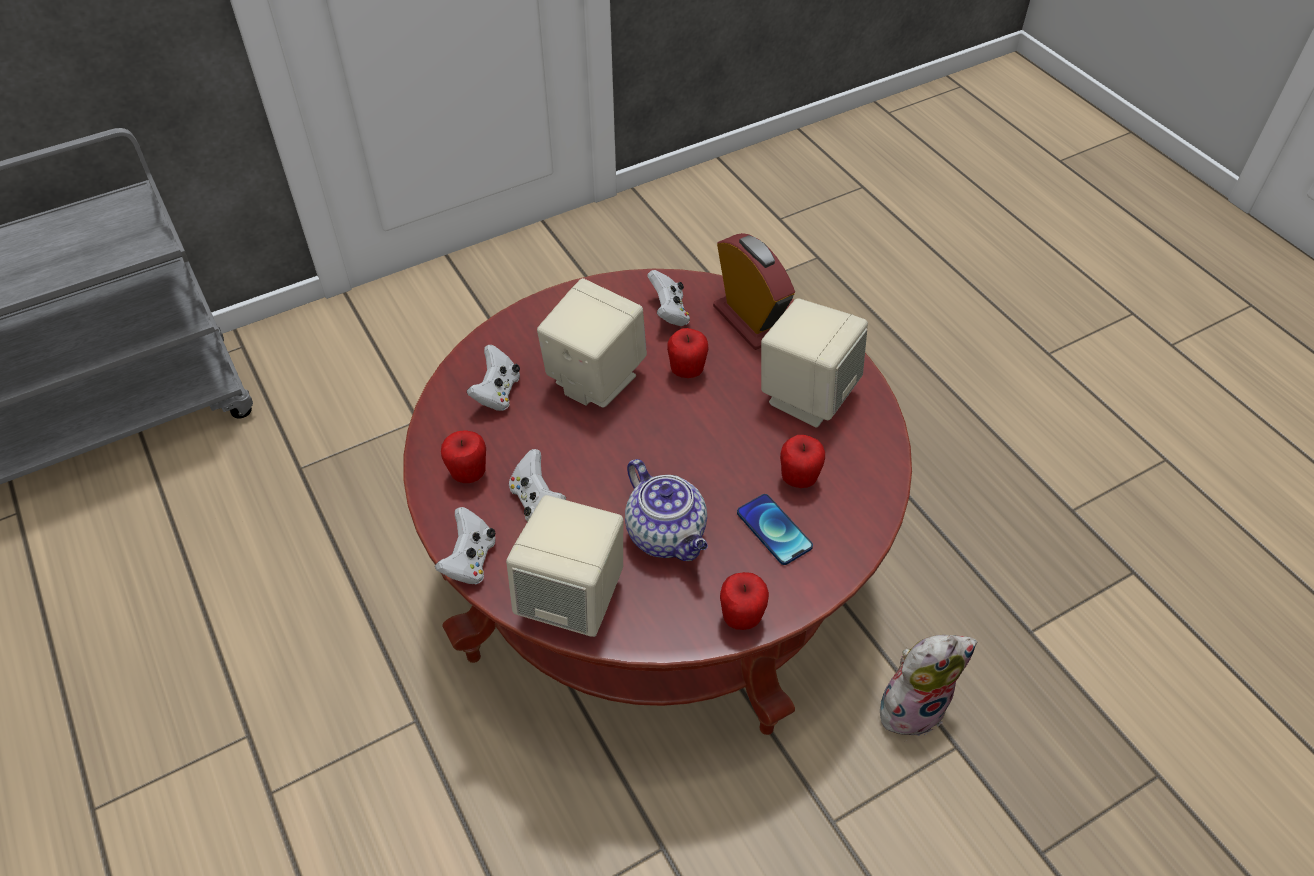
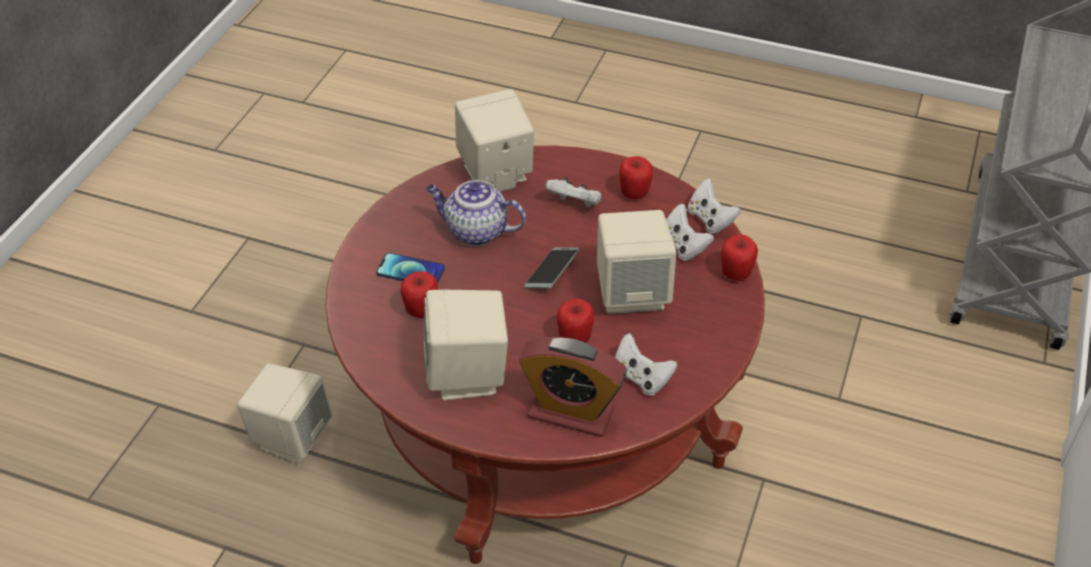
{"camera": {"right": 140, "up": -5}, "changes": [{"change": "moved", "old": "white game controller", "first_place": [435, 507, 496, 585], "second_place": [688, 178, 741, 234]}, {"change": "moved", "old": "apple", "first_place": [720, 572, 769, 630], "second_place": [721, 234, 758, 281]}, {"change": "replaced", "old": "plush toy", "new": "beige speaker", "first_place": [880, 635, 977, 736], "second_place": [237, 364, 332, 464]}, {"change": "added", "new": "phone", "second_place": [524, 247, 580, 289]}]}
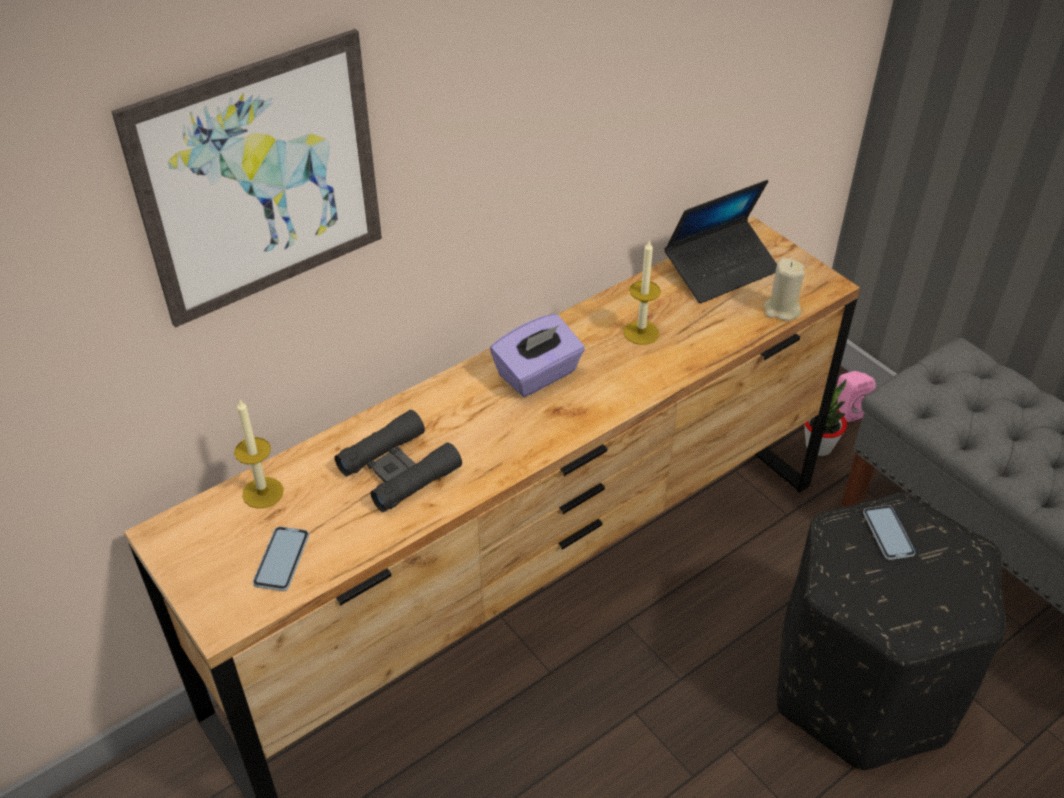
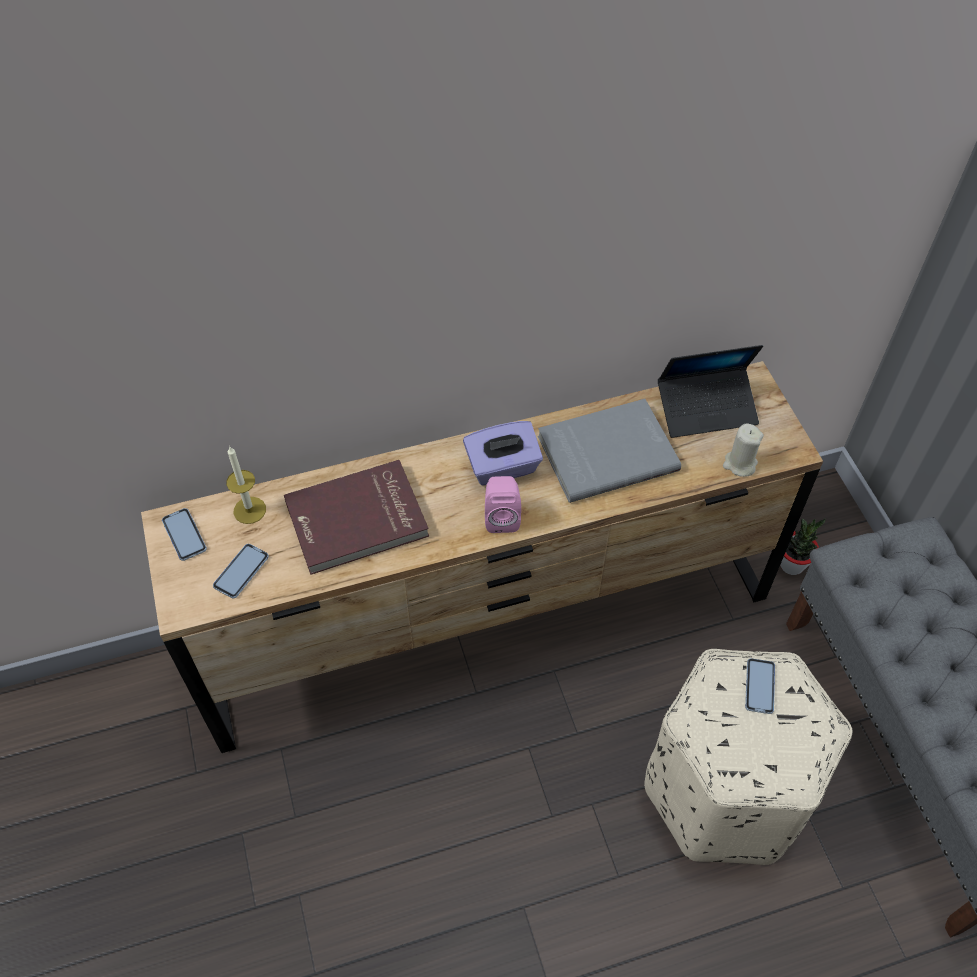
{"camera": {"right": 20, "up": 10}, "changes": [{"change": "removed", "old": "picture", "first_place": [111, 29, 382, 328]}, {"change": "replaced", "old": "black binoculars", "new": "red book", "first_place": [335, 410, 462, 512], "second_place": [284, 460, 429, 575]}, {"change": "replaced", "old": "candle", "new": "grey book", "first_place": [623, 239, 661, 345], "second_place": [538, 399, 681, 503]}, {"change": "recoloured", "old": "black ottoman", "new": "beige ottoman", "first_place": [777, 493, 1006, 770], "second_place": [644, 649, 852, 865]}, {"change": "moved", "old": "pink speaker", "first_place": [837, 371, 876, 422], "second_place": [485, 476, 521, 533]}, {"change": "added", "new": "phone", "second_place": [162, 508, 207, 561]}]}
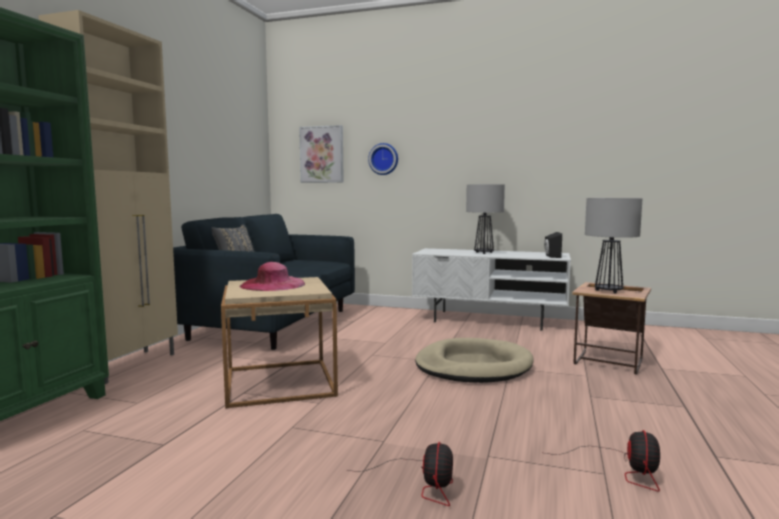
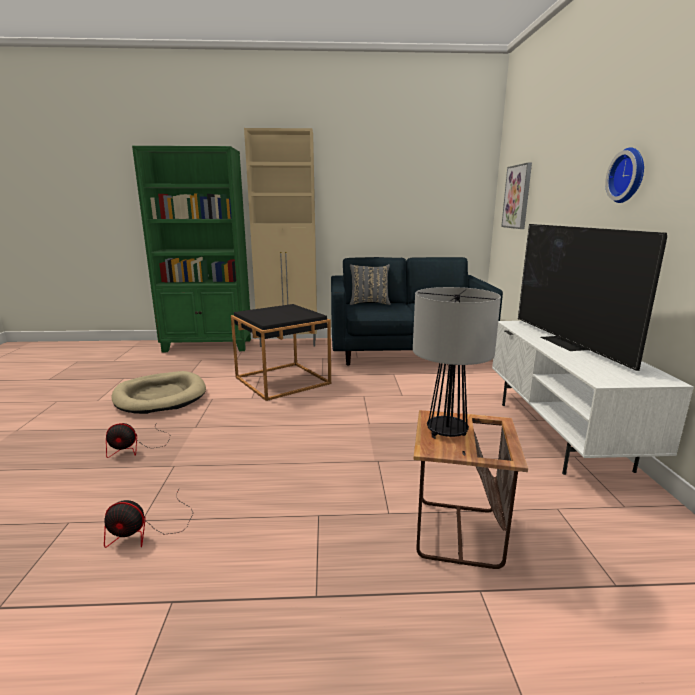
{"camera": {"right": 70, "up": 10}, "changes": [{"change": "recoloured", "old": "beige side table", "new": "black side table", "first_place": [221, 277, 338, 408], "second_place": [231, 304, 331, 401]}, {"change": "removed", "old": "pink hat", "first_place": [240, 262, 305, 291]}, {"change": "moved", "old": "wall clock", "first_place": [368, 143, 398, 175], "second_place": [605, 147, 644, 203]}, {"change": "moved", "old": "beige dog bed", "first_place": [415, 338, 533, 383], "second_place": [111, 371, 206, 414]}, {"change": "replaced", "old": "table lamp", "new": "television", "first_place": [466, 184, 505, 254], "second_place": [518, 224, 667, 371]}, {"change": "removed", "old": "black speaker", "first_place": [544, 232, 562, 258]}]}
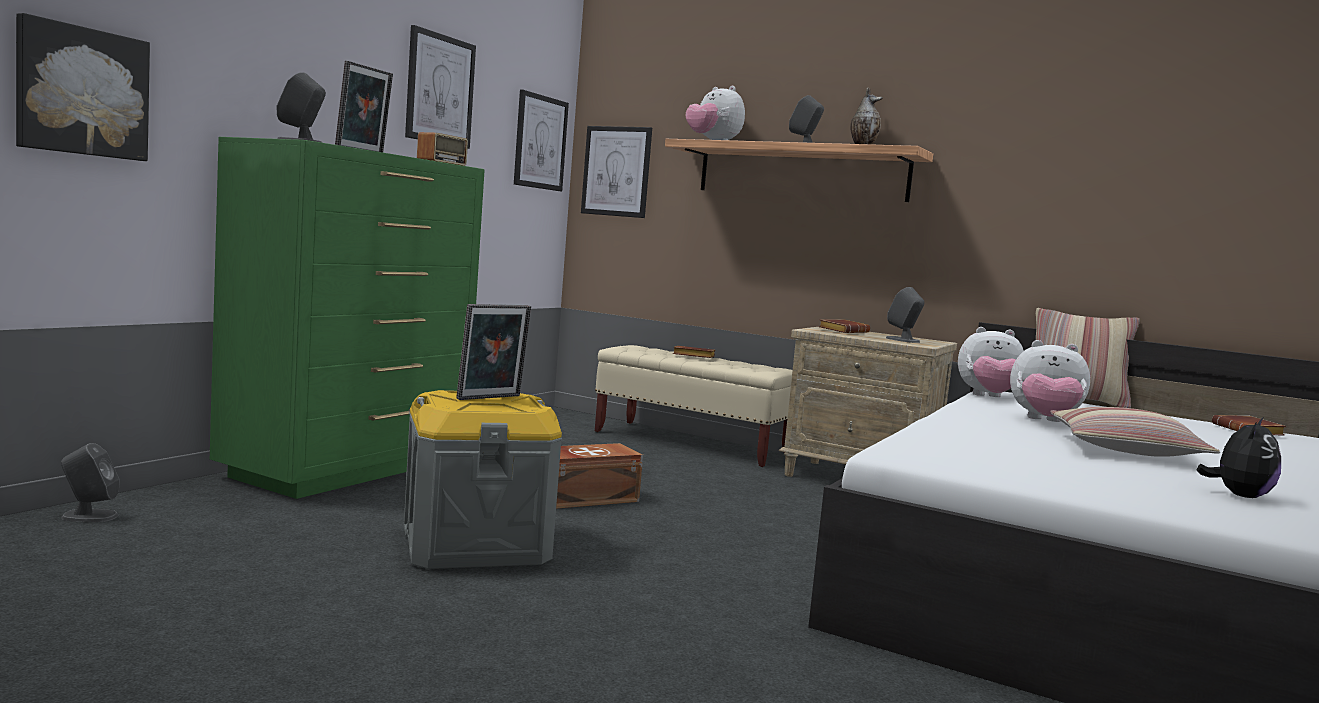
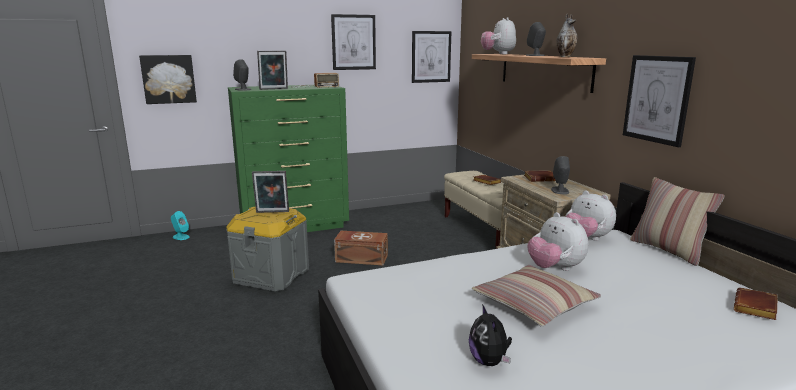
{"camera": {"right": 40, "up": 10}, "changes": [{"change": "recoloured", "old": "grey speaker", "new": "turquoise speaker", "first_place": [61, 443, 119, 522], "second_place": [171, 211, 190, 240]}, {"change": "moved", "old": "picture", "first_place": [581, 126, 652, 218], "second_place": [623, 55, 696, 147]}, {"change": "turned", "old": "plush toy", "first_place": [1197, 418, 1281, 498], "second_place": [469, 304, 512, 366], "degrees": 90}]}
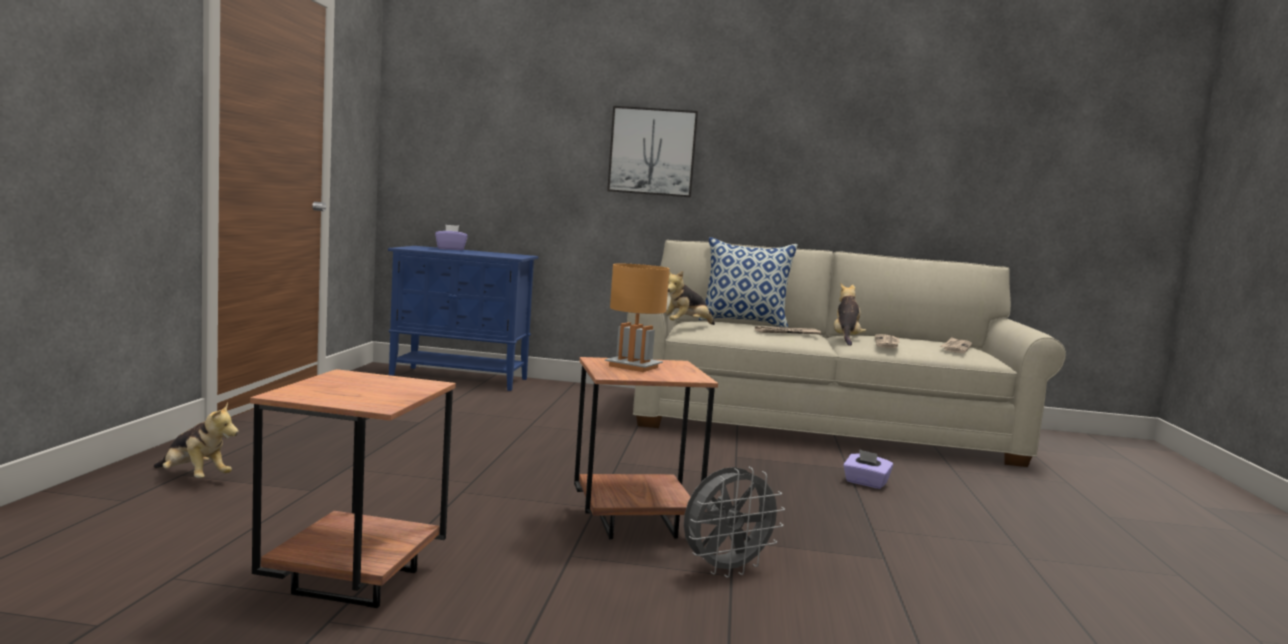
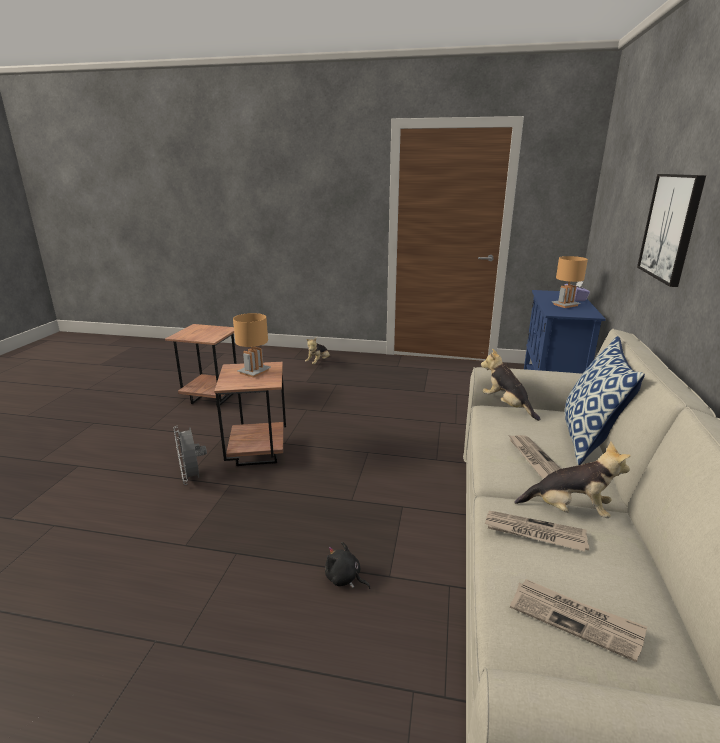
{"camera": {"right": 95, "up": 15}, "changes": [{"change": "replaced", "old": "purple tissue box", "new": "black plush toy", "first_place": [843, 449, 893, 489], "second_place": [325, 542, 370, 589]}, {"change": "added", "new": "brown table lamp", "second_place": [552, 256, 588, 308]}]}
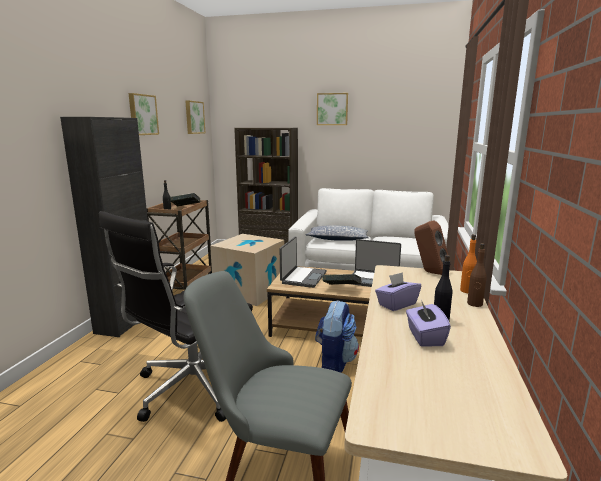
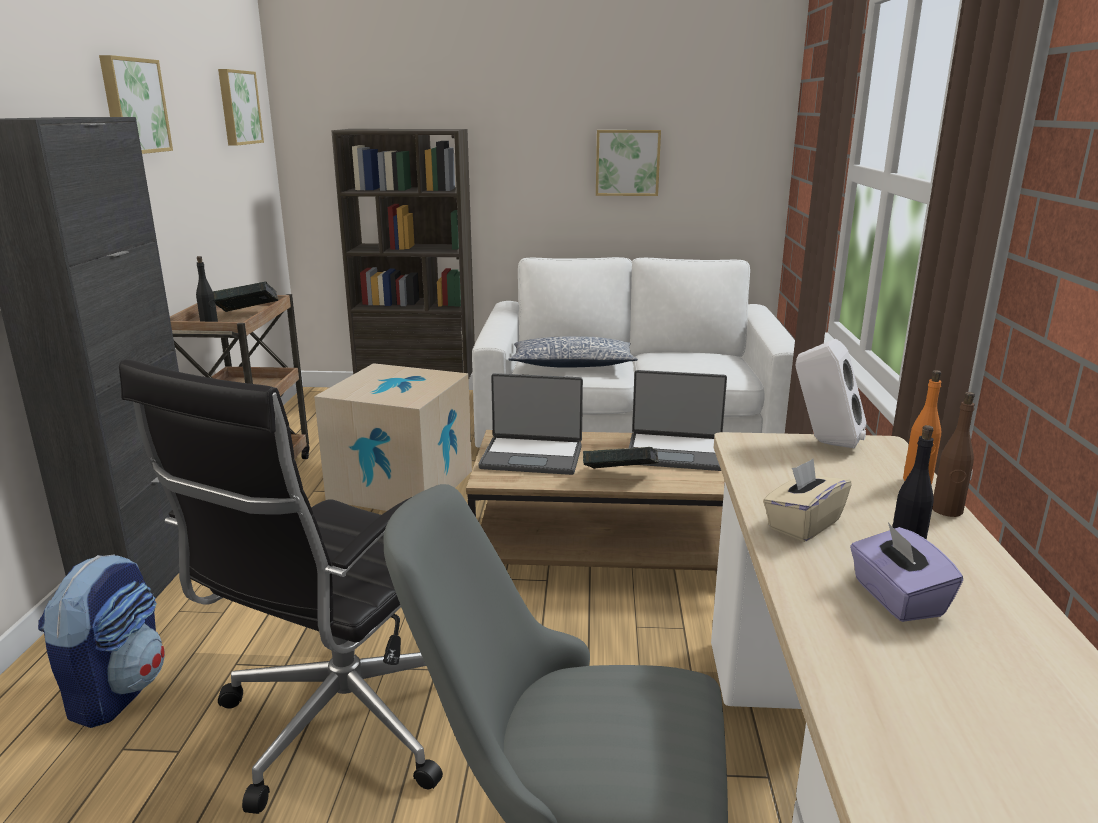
{"camera": {"right": -10, "up": 5}, "changes": [{"change": "turned", "old": "laptop", "first_place": [280, 236, 327, 288], "second_place": [478, 373, 583, 475], "degrees": 90}, {"change": "moved", "old": "backpack", "first_place": [315, 300, 359, 373], "second_place": [38, 555, 165, 728]}, {"change": "moved", "old": "picture", "first_place": [317, 93, 348, 125], "second_place": [596, 130, 661, 196]}, {"change": "recoloured", "old": "purple tissue box", "new": "beige tissue box", "first_place": [375, 272, 421, 311], "second_place": [763, 459, 852, 542]}, {"change": "recoloured", "old": "brown speaker", "new": "white speaker", "first_place": [414, 221, 450, 275], "second_place": [796, 339, 866, 448]}]}
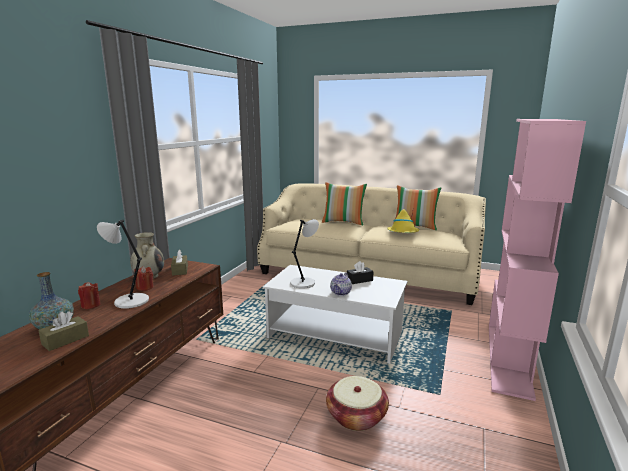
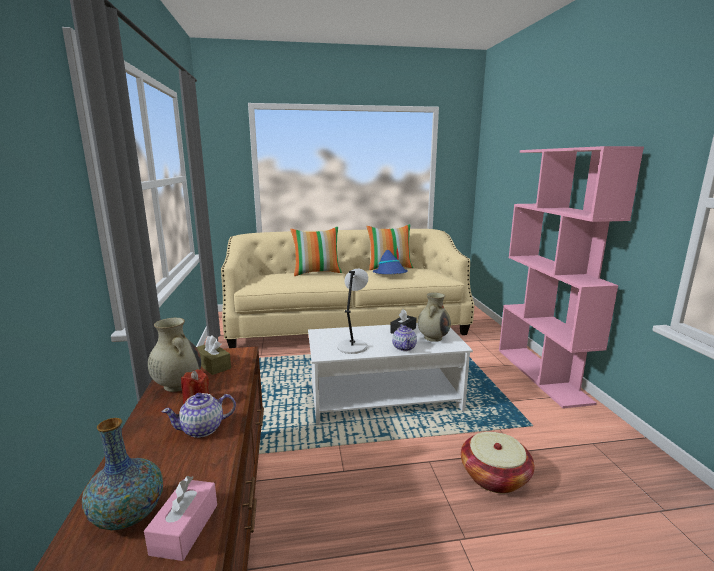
{"camera": {"right": -30, "up": 0}, "changes": [{"change": "recoloured", "old": "brown tissue box", "new": "pink tissue box", "first_place": [38, 311, 89, 351], "second_place": [144, 476, 217, 561]}, {"change": "removed", "old": "red candle", "first_place": [78, 282, 100, 309]}, {"change": "replaced", "old": "grey table lamp", "new": "teapot", "first_place": [97, 220, 149, 309], "second_place": [162, 393, 236, 438]}, {"change": "recoloured", "old": "yellow hat", "new": "blue hat", "first_place": [387, 207, 419, 233], "second_place": [373, 248, 408, 274]}, {"change": "added", "new": "beige vase", "second_place": [418, 292, 451, 342]}]}
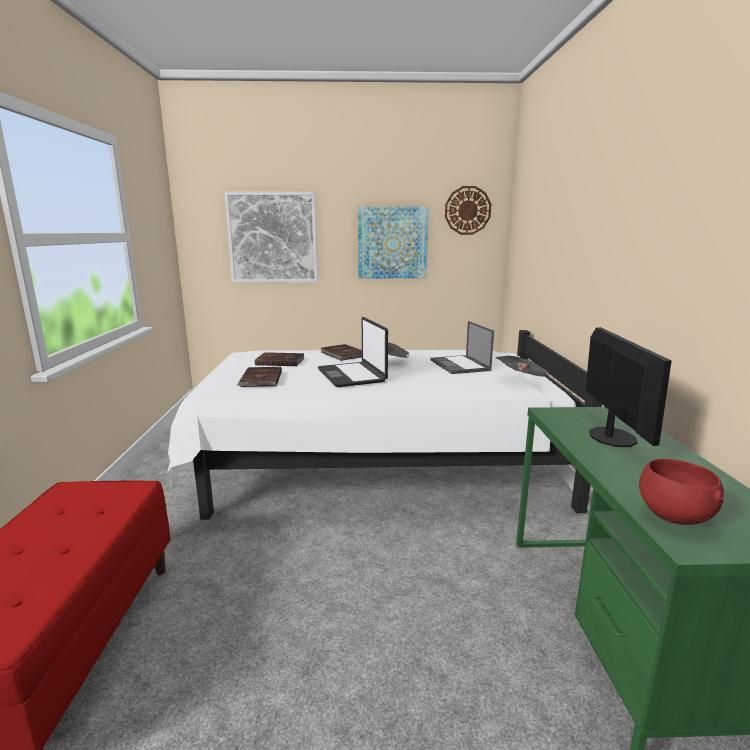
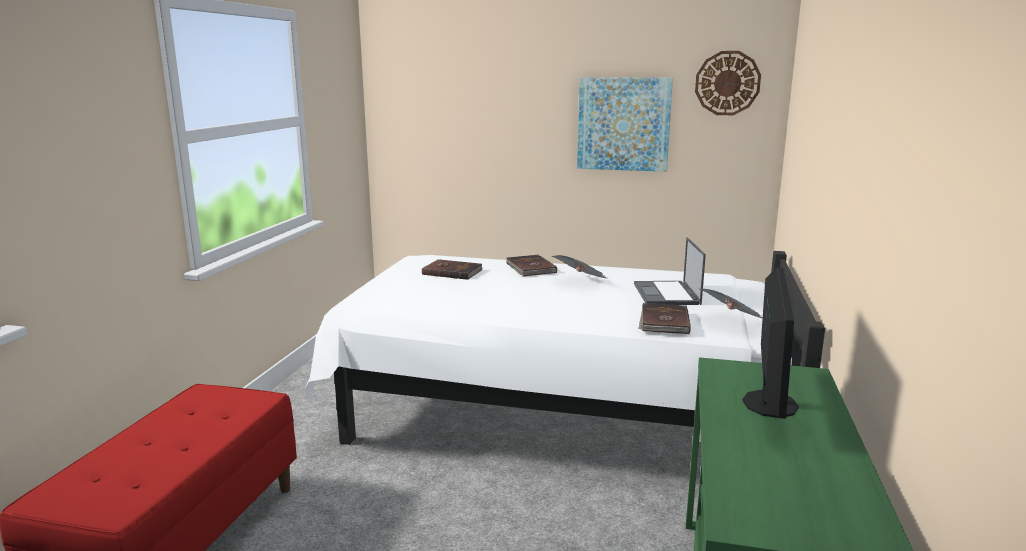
{"camera": {"right": 15, "up": 0}, "changes": [{"change": "removed", "old": "picture", "first_place": [224, 191, 318, 283]}, {"change": "moved", "old": "brown book", "first_place": [237, 367, 282, 387], "second_place": [638, 303, 691, 334]}, {"change": "removed", "old": "laptop", "first_place": [318, 317, 388, 387]}, {"change": "removed", "old": "red bowl", "first_place": [639, 459, 724, 525]}]}
